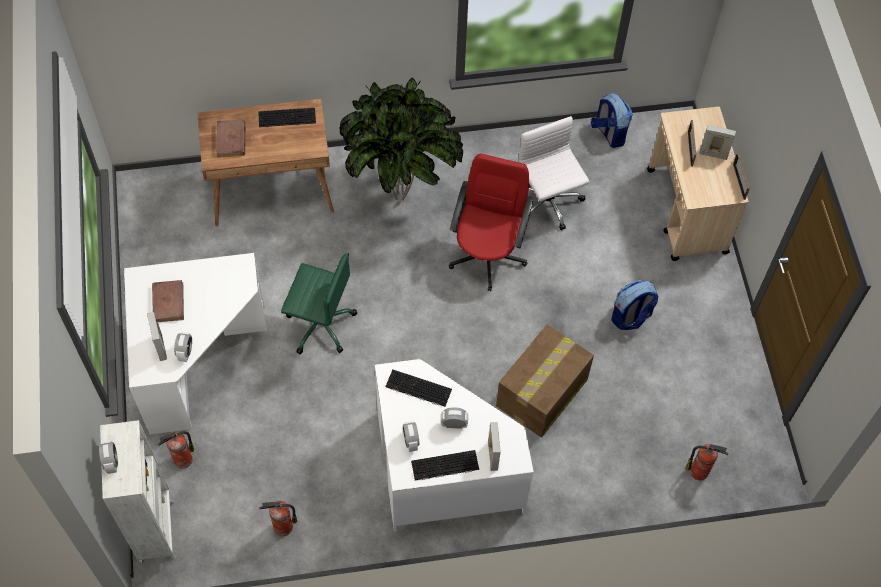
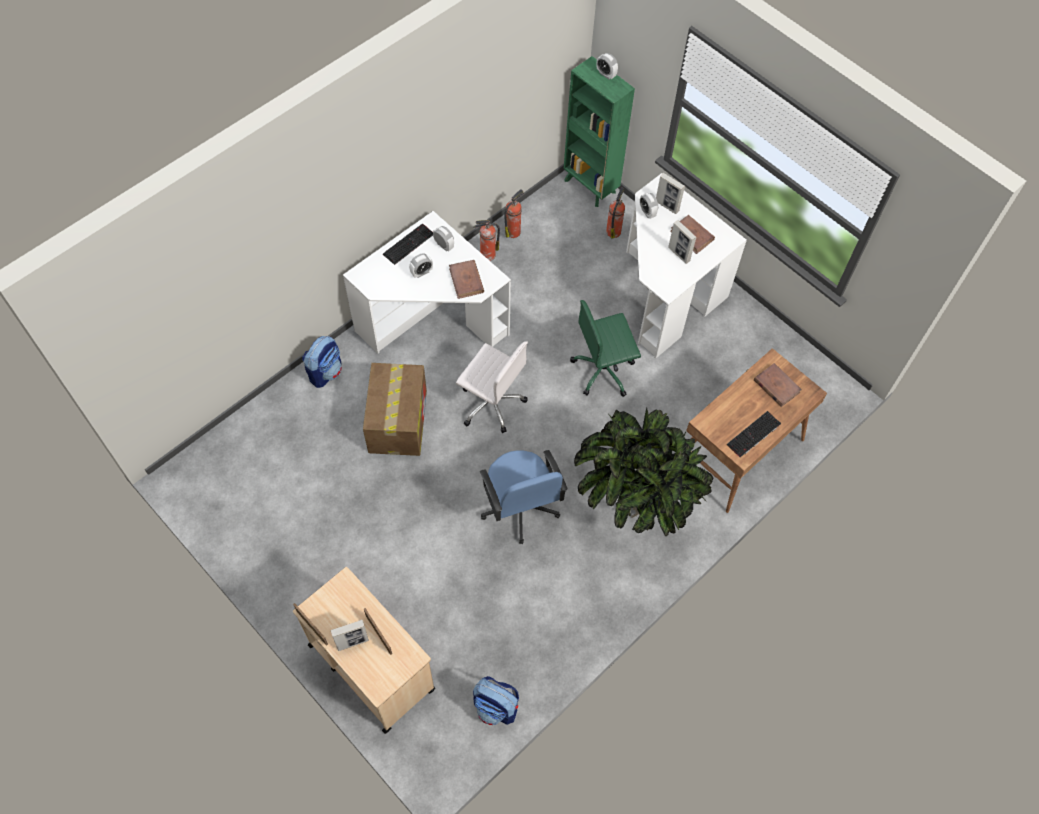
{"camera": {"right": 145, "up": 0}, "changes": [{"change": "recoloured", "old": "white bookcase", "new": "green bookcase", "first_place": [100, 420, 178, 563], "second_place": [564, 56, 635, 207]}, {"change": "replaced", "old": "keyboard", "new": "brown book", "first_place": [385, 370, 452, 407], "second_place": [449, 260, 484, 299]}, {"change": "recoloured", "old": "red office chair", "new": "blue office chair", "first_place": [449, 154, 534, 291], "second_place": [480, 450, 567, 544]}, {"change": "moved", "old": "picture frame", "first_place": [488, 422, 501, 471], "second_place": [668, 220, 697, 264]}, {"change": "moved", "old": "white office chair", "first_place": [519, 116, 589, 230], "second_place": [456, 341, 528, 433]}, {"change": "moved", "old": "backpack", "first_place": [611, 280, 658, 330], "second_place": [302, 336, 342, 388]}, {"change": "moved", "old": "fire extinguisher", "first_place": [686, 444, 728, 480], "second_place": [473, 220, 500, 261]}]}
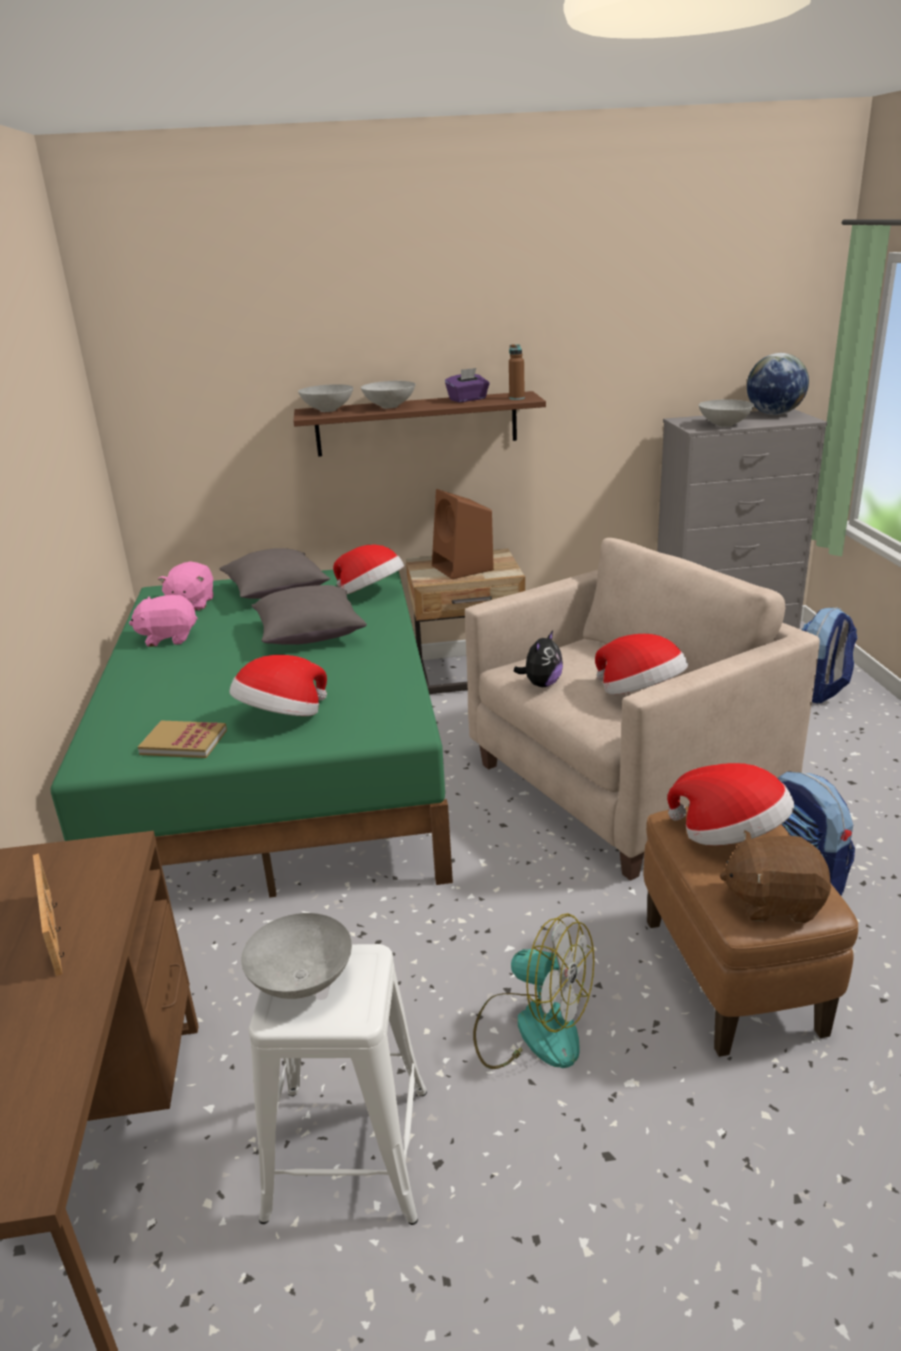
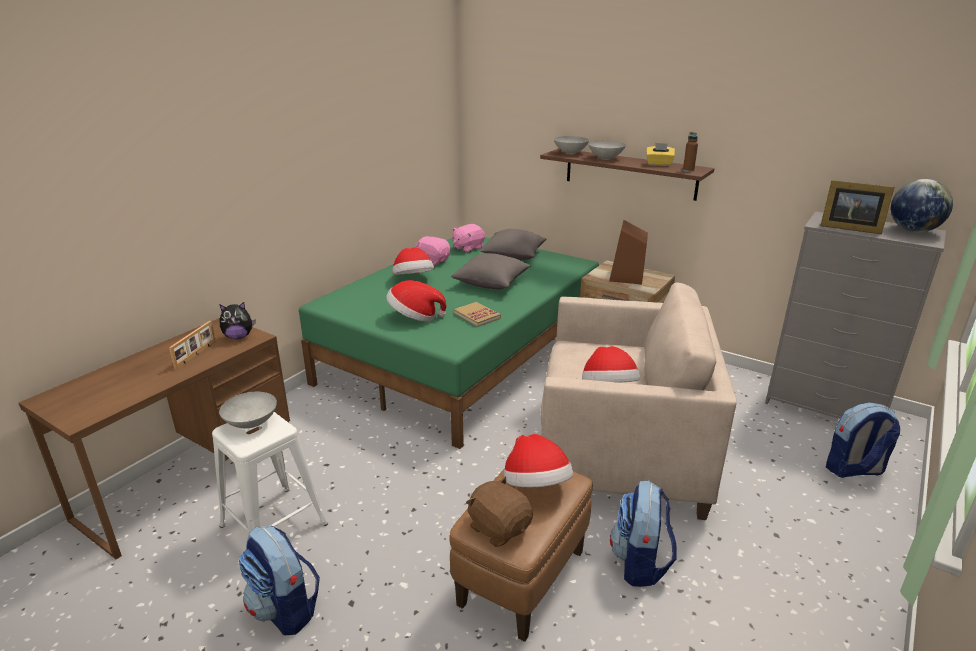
{"camera": {"right": 40, "up": 0}, "changes": [{"change": "moved", "old": "book", "first_place": [138, 721, 227, 758], "second_place": [454, 302, 501, 327]}, {"change": "moved", "old": "hat", "first_place": [333, 545, 404, 594], "second_place": [392, 247, 434, 275]}, {"change": "recoloured", "old": "purple tissue box", "new": "yellow tissue box", "first_place": [445, 368, 490, 402], "second_place": [646, 143, 675, 166]}, {"change": "removed", "old": "fan", "first_place": [473, 913, 594, 1069]}, {"change": "moved", "old": "plush toy", "first_place": [514, 631, 563, 687], "second_place": [220, 302, 256, 339]}, {"change": "replaced", "old": "grey bowl", "new": "picture frame", "first_place": [699, 400, 754, 427], "second_place": [820, 180, 894, 234]}, {"change": "added", "new": "backpack", "second_place": [239, 526, 320, 636]}]}
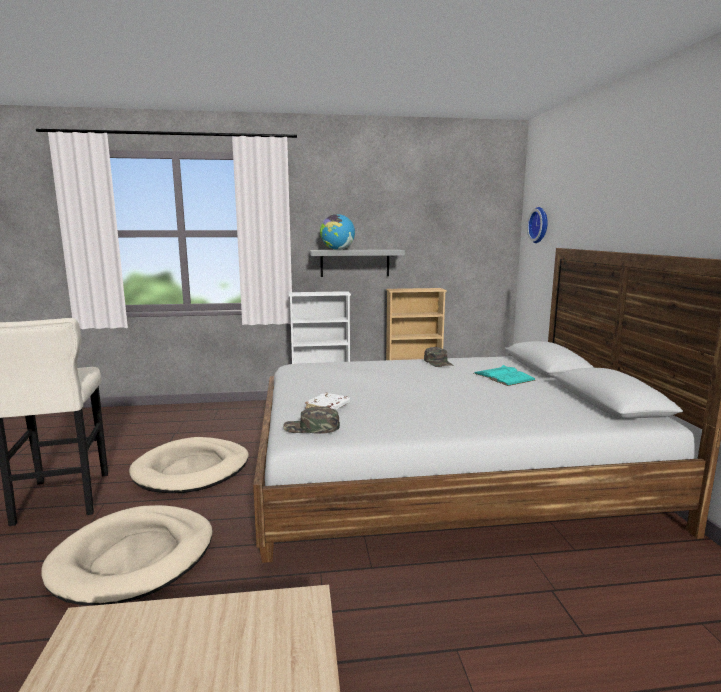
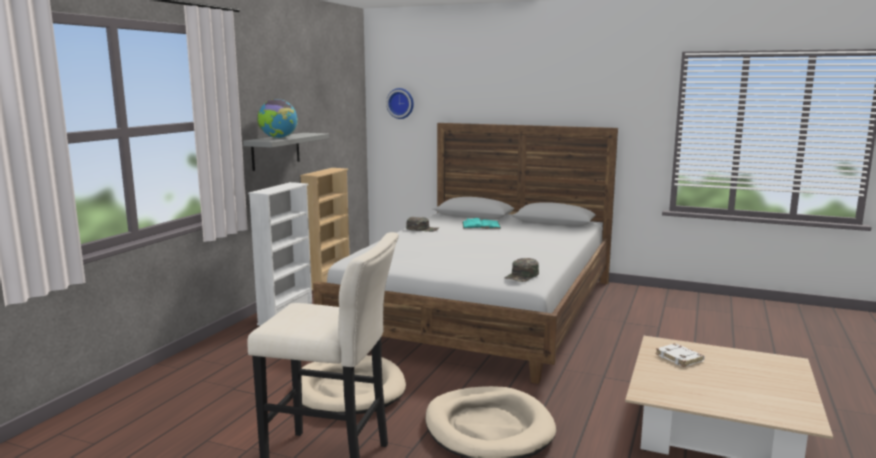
{"camera": {"right": -60, "up": 0}, "changes": [{"change": "moved", "old": "white book", "first_place": [305, 393, 350, 410], "second_place": [656, 343, 704, 367]}]}
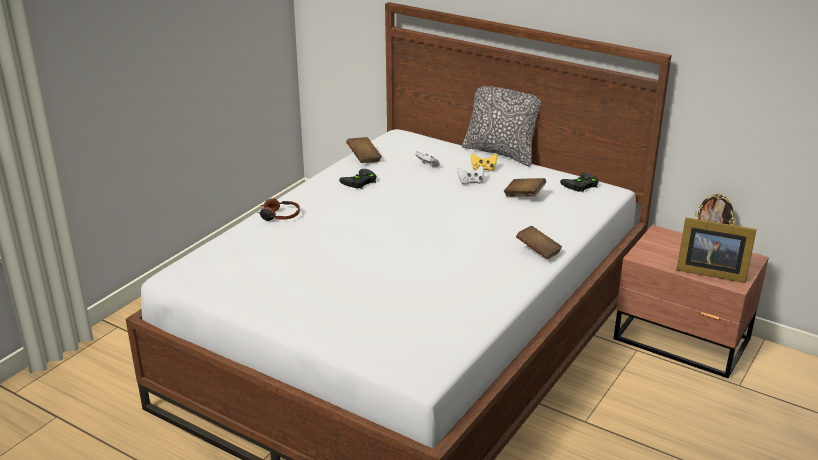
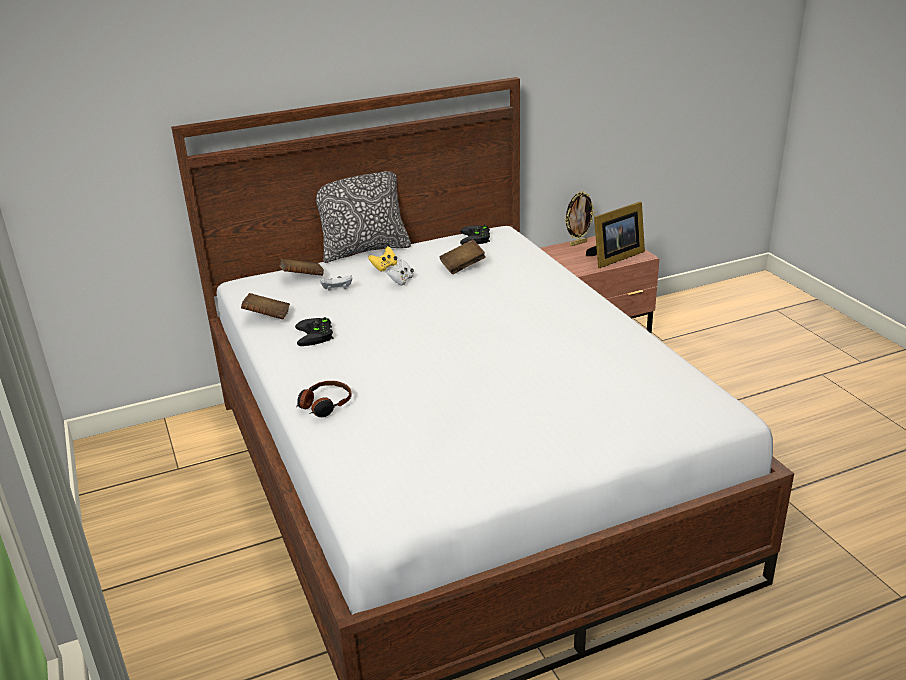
{"camera": {"right": -55, "up": 0}, "changes": [{"change": "moved", "old": "brown book", "first_place": [516, 225, 562, 259], "second_place": [279, 259, 324, 276]}]}
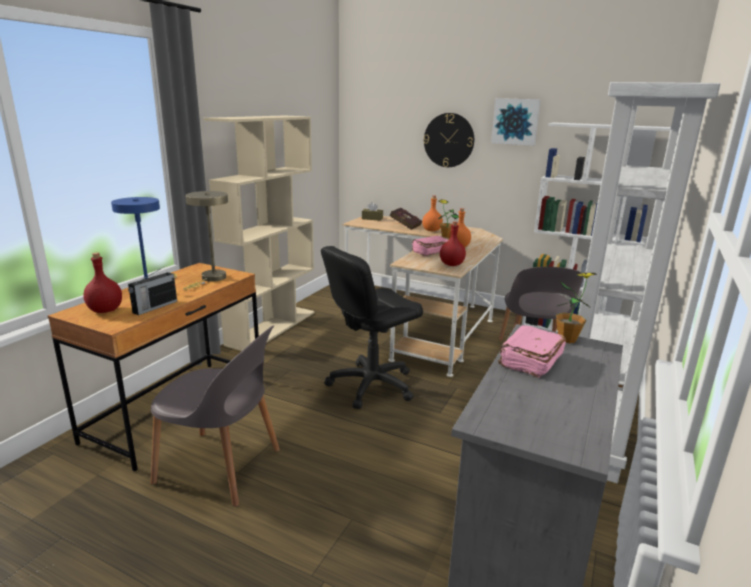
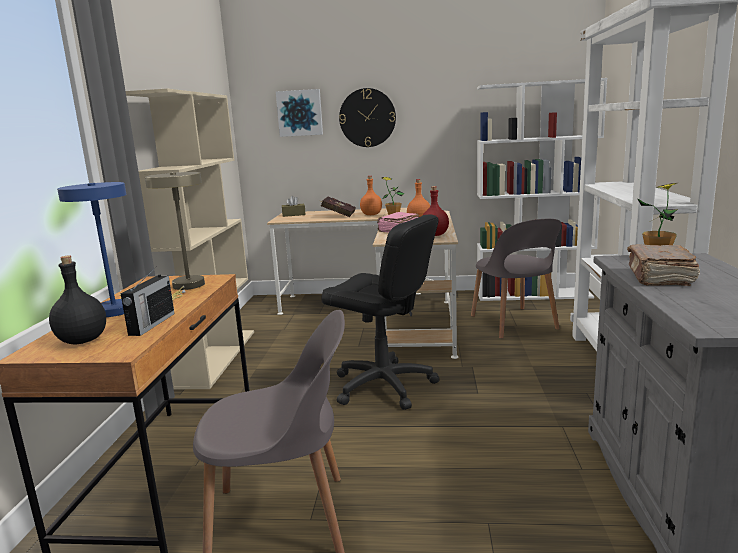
{"camera": {"right": -20, "up": -5}, "changes": [{"change": "recoloured", "old": "red bottle", "new": "black bottle", "first_place": [83, 252, 122, 313], "second_place": [49, 255, 106, 344]}, {"change": "turned", "old": "black office chair", "first_place": [321, 246, 423, 409], "second_place": [321, 215, 440, 410], "degrees": -90}, {"change": "moved", "old": "picture", "first_place": [491, 98, 541, 146], "second_place": [276, 89, 323, 137]}, {"change": "recoloured", "old": "pink book", "new": "brown book", "first_place": [498, 325, 566, 378], "second_place": [627, 244, 700, 286]}]}
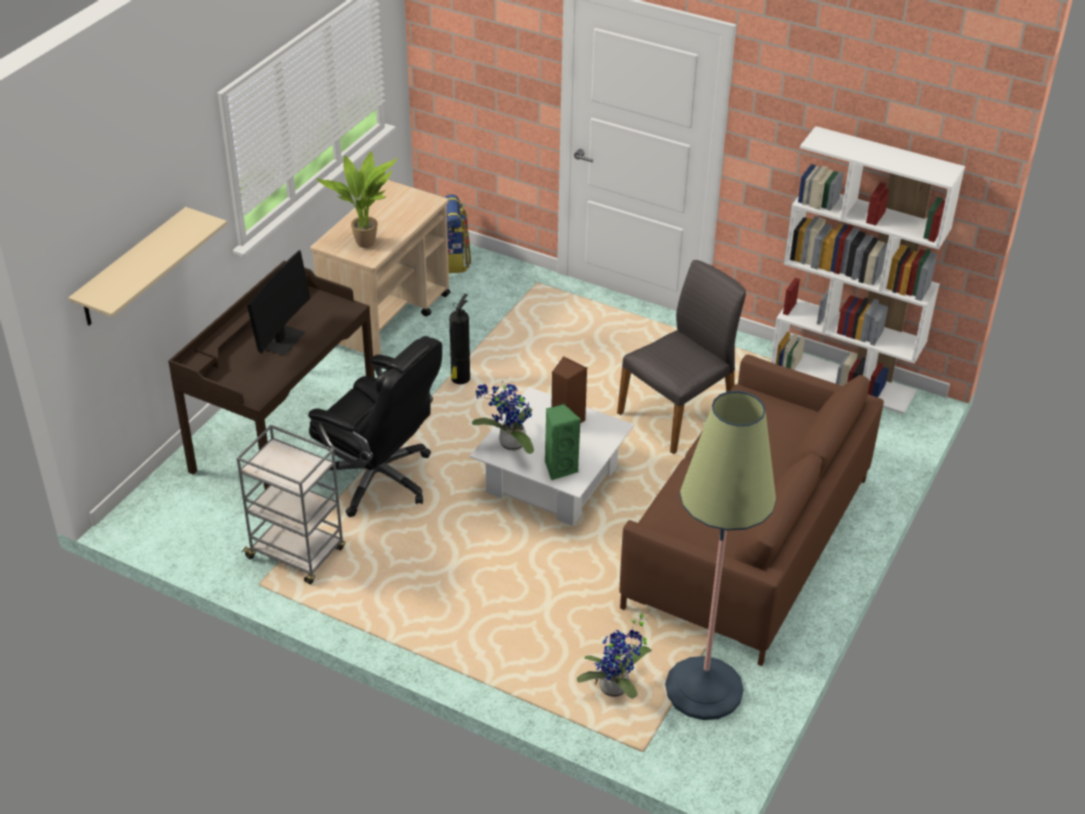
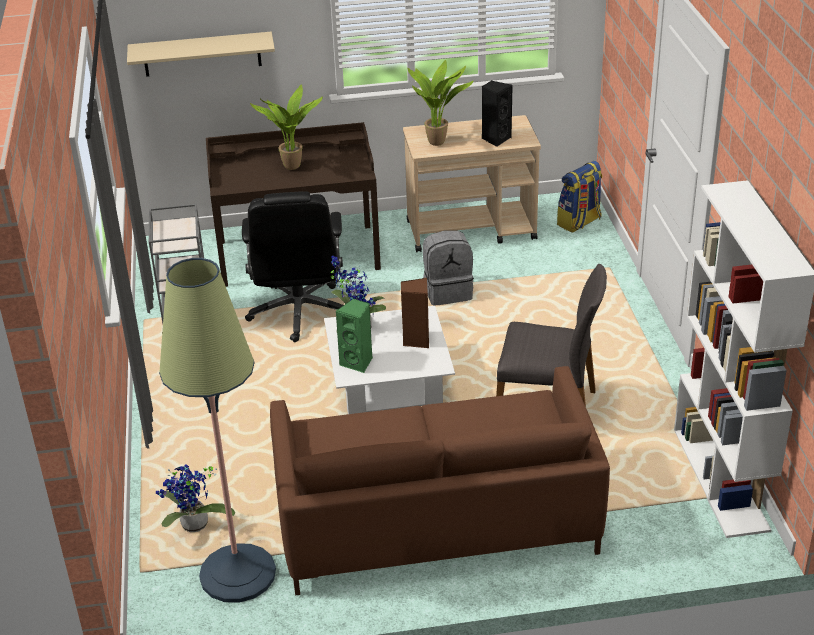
{"camera": {"right": 55, "up": -5}, "changes": [{"change": "replaced", "old": "monitor", "new": "potted plant", "first_place": [247, 250, 310, 356], "second_place": [250, 84, 323, 170]}, {"change": "replaced", "old": "fire extinguisher", "new": "grey backpack", "first_place": [449, 294, 470, 384], "second_place": [422, 231, 474, 306]}, {"change": "added", "new": "black speaker", "second_place": [482, 81, 513, 147]}]}
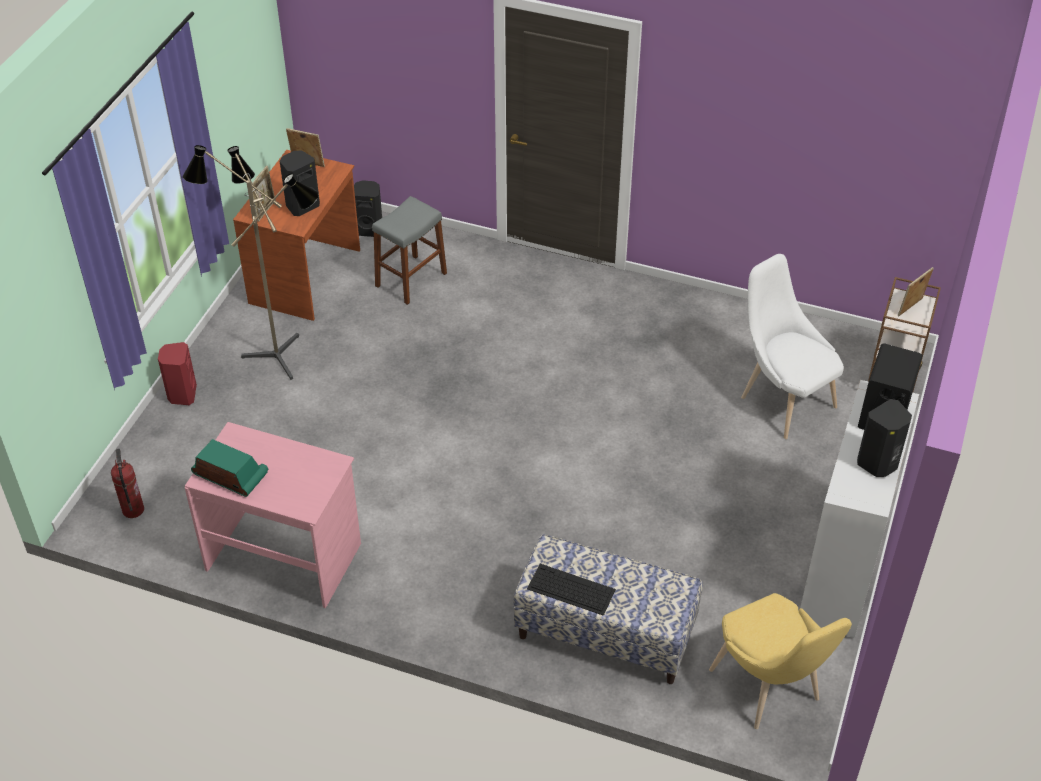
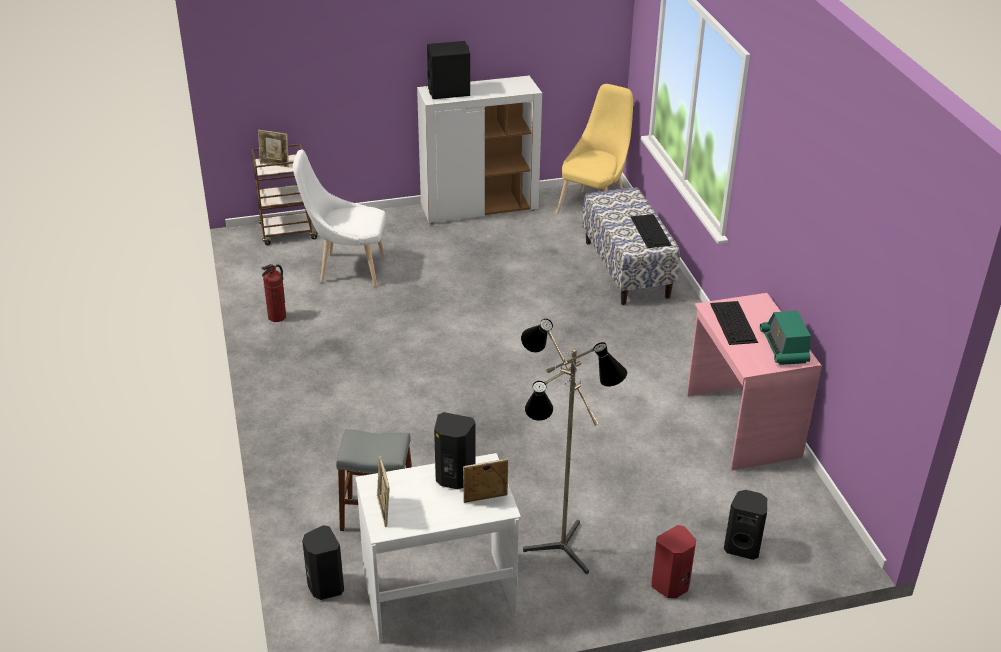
{"camera": {"right": -125, "up": -10}, "changes": [{"change": "moved", "old": "fire extinguisher", "first_place": [111, 449, 144, 518], "second_place": [261, 264, 286, 322]}, {"change": "recoloured", "old": "brown desk", "new": "white desk", "first_place": [233, 150, 360, 321], "second_place": [355, 453, 521, 643]}, {"change": "turned", "old": "white chair", "first_place": [741, 254, 844, 439], "second_place": [293, 150, 386, 287], "degrees": 75}, {"change": "moved", "old": "black speaker", "first_place": [857, 399, 912, 477], "second_place": [724, 490, 767, 560]}, {"change": "added", "new": "keyboard", "second_place": [710, 301, 758, 345]}]}
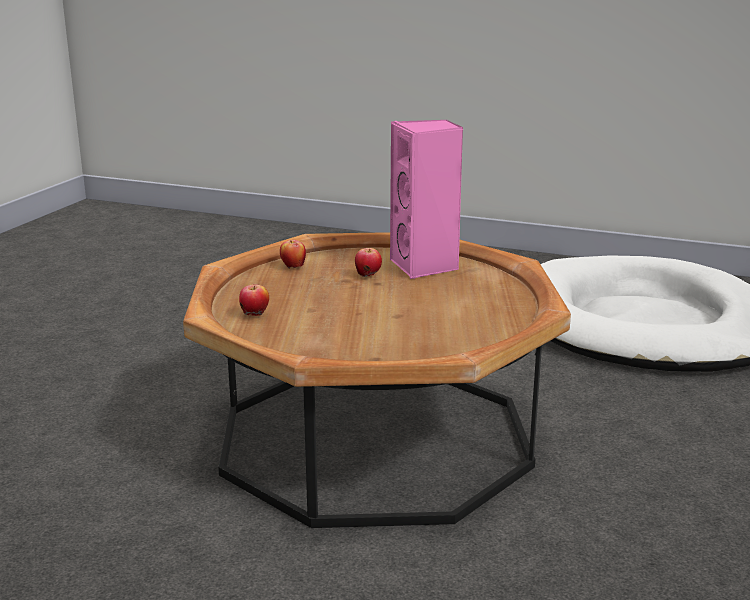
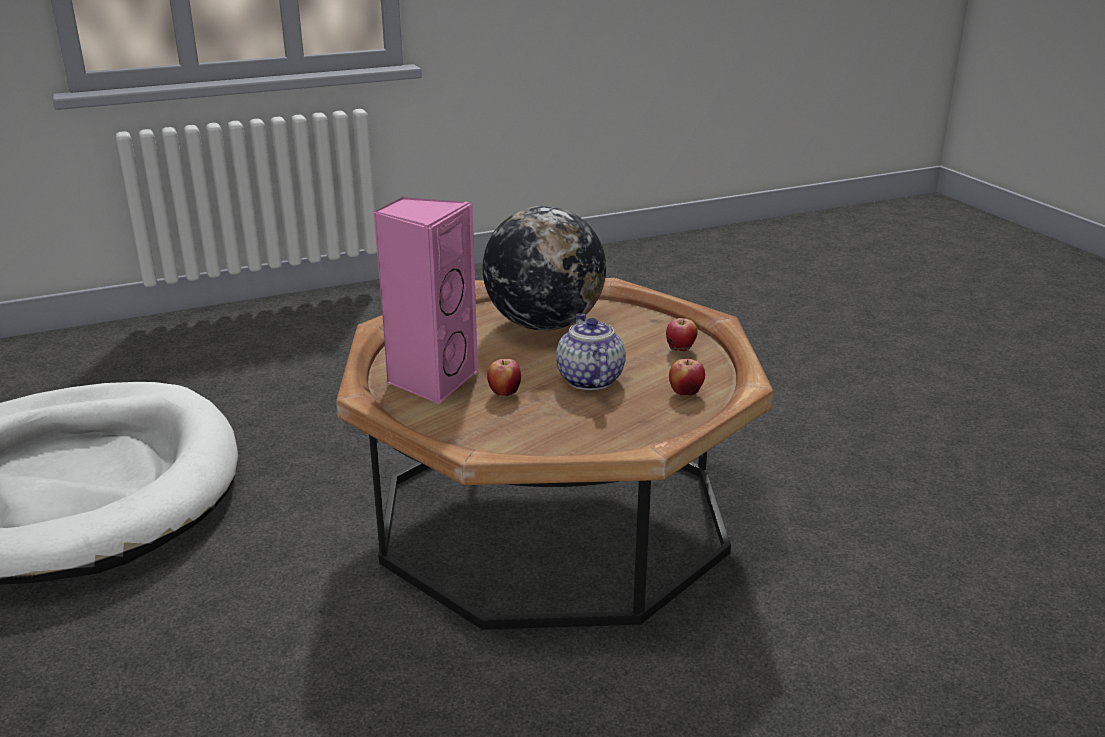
{"camera": {"right": -135, "up": 5}, "changes": [{"change": "moved", "old": "apple", "first_place": [280, 240, 306, 268], "second_place": [666, 318, 698, 351]}, {"change": "added", "new": "globe", "second_place": [482, 206, 606, 331]}, {"change": "added", "new": "teapot", "second_place": [556, 313, 626, 390]}]}
